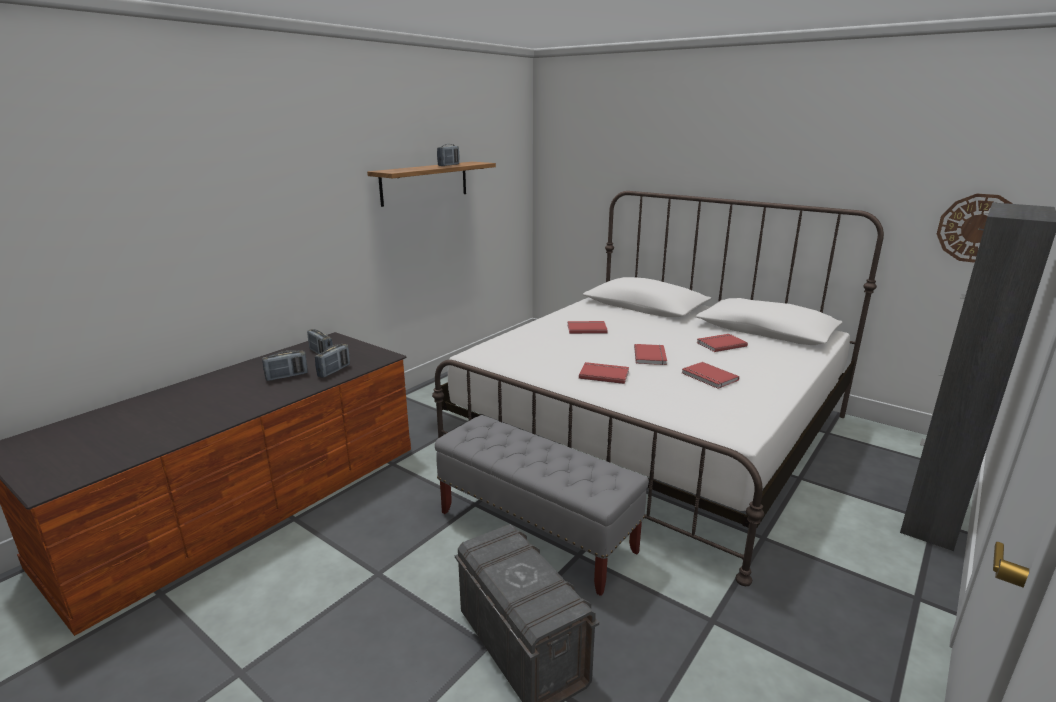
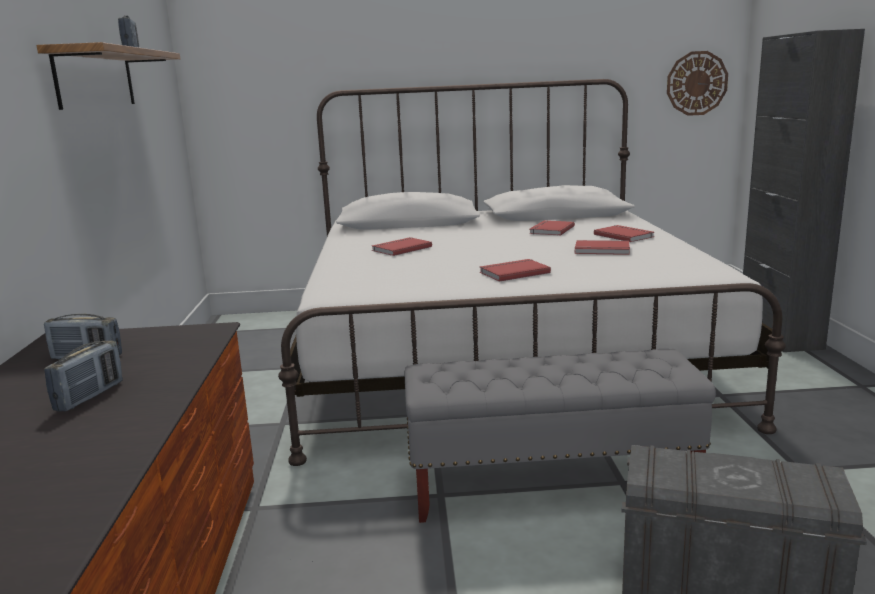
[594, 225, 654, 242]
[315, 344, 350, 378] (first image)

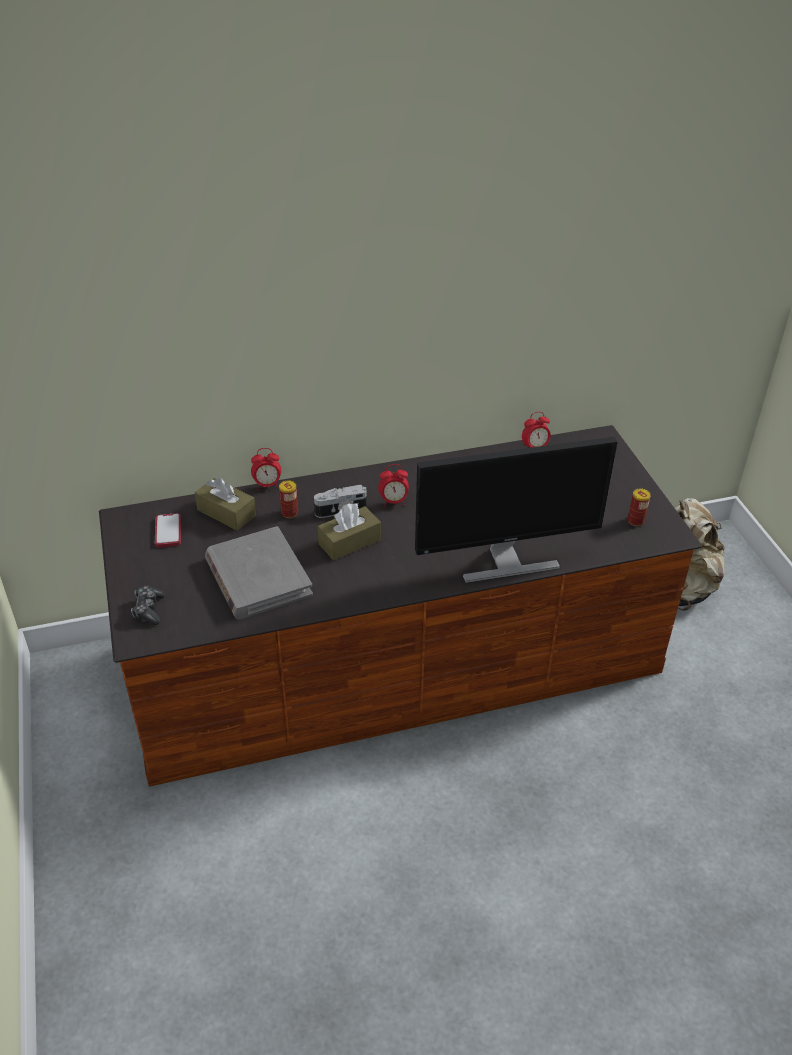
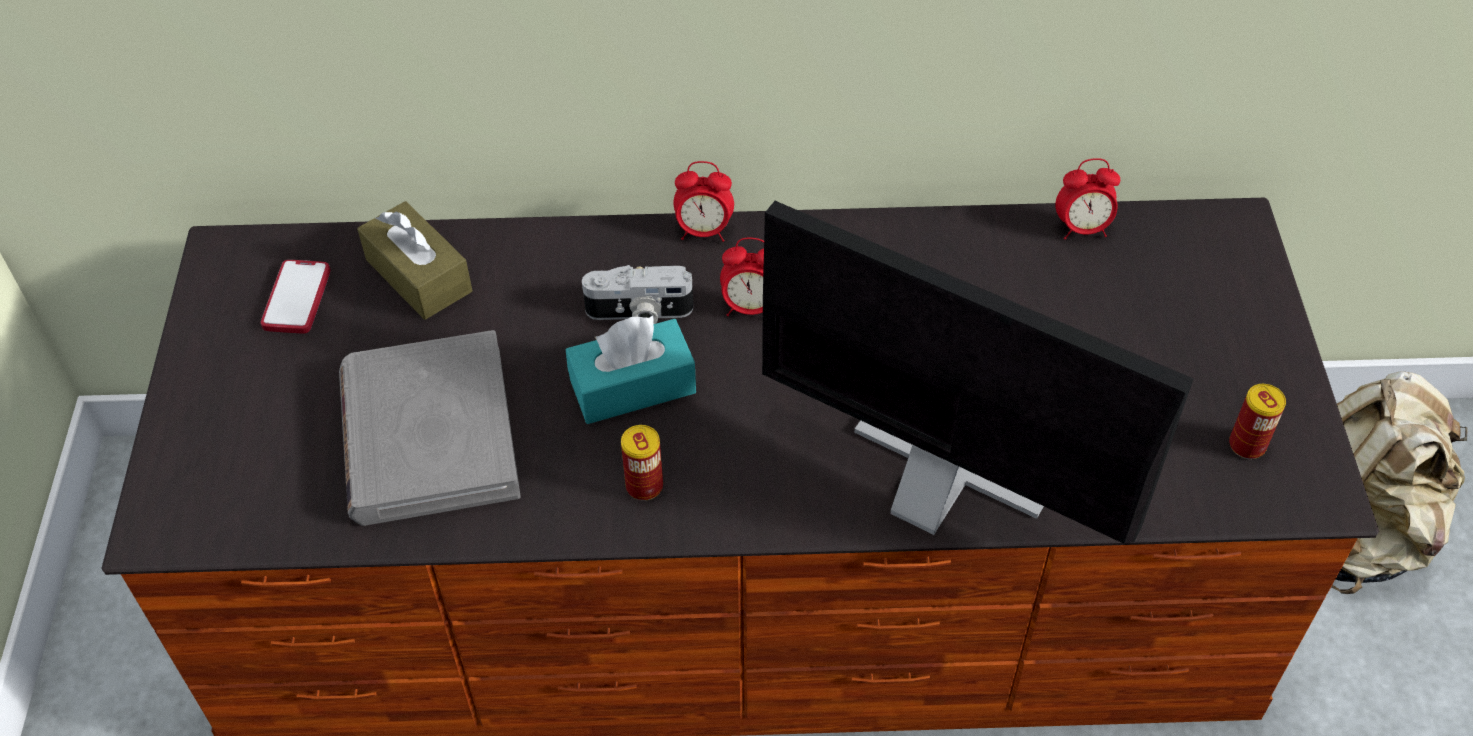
[566, 316, 696, 424]
[621, 425, 663, 501]
[673, 161, 734, 242]
[762, 201, 1194, 544]
[131, 586, 165, 625] (first image)

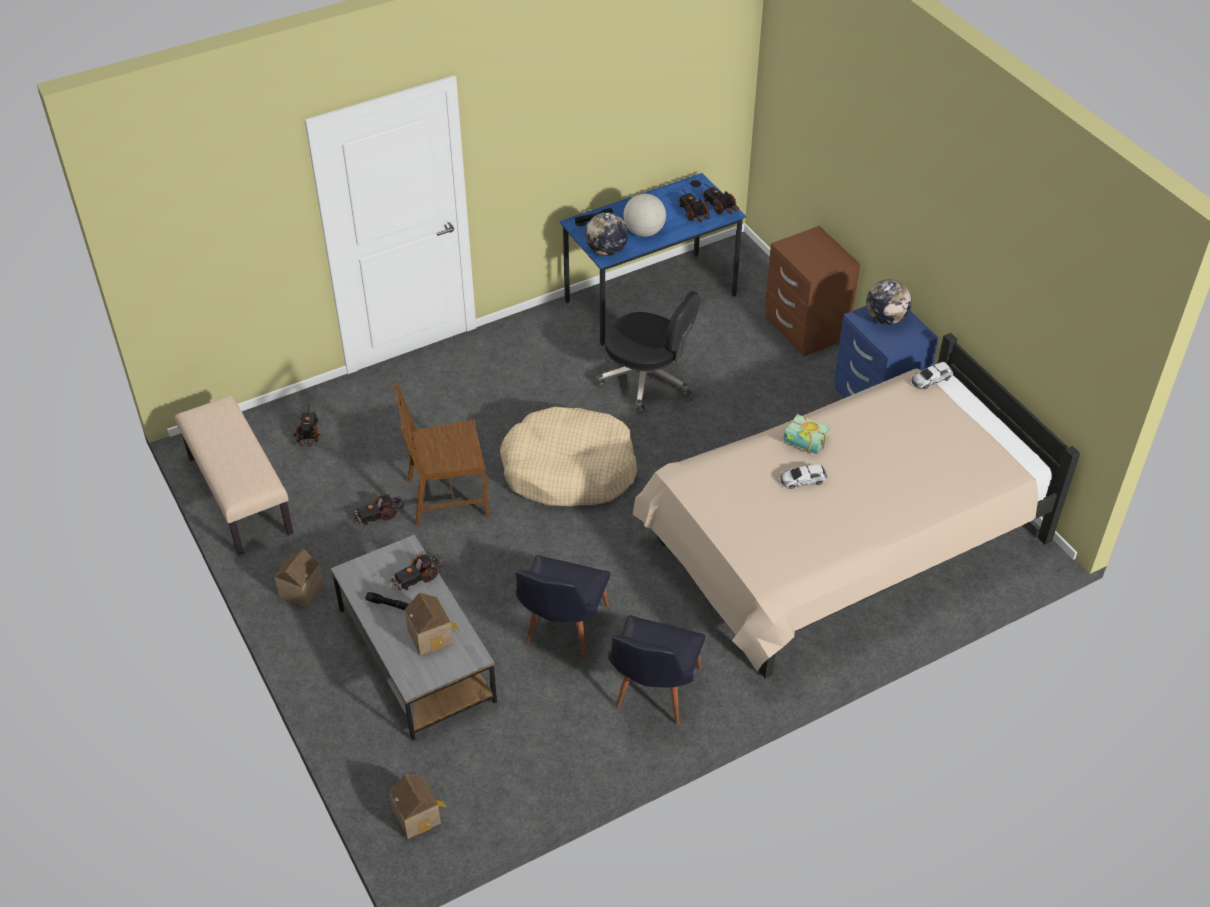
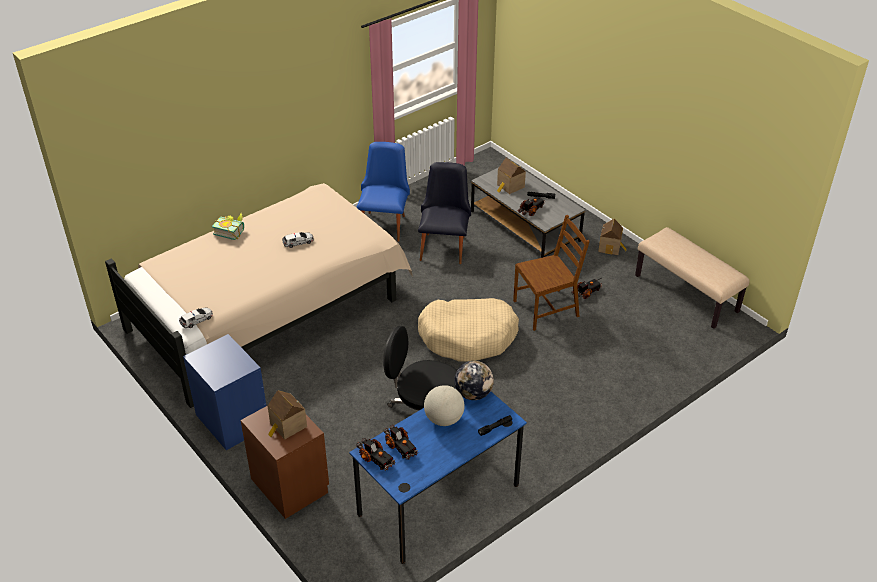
[212, 213, 244, 240]
[268, 390, 307, 439]
[356, 142, 410, 242]
[293, 407, 321, 447] (first image)
[866, 279, 912, 325] (first image)

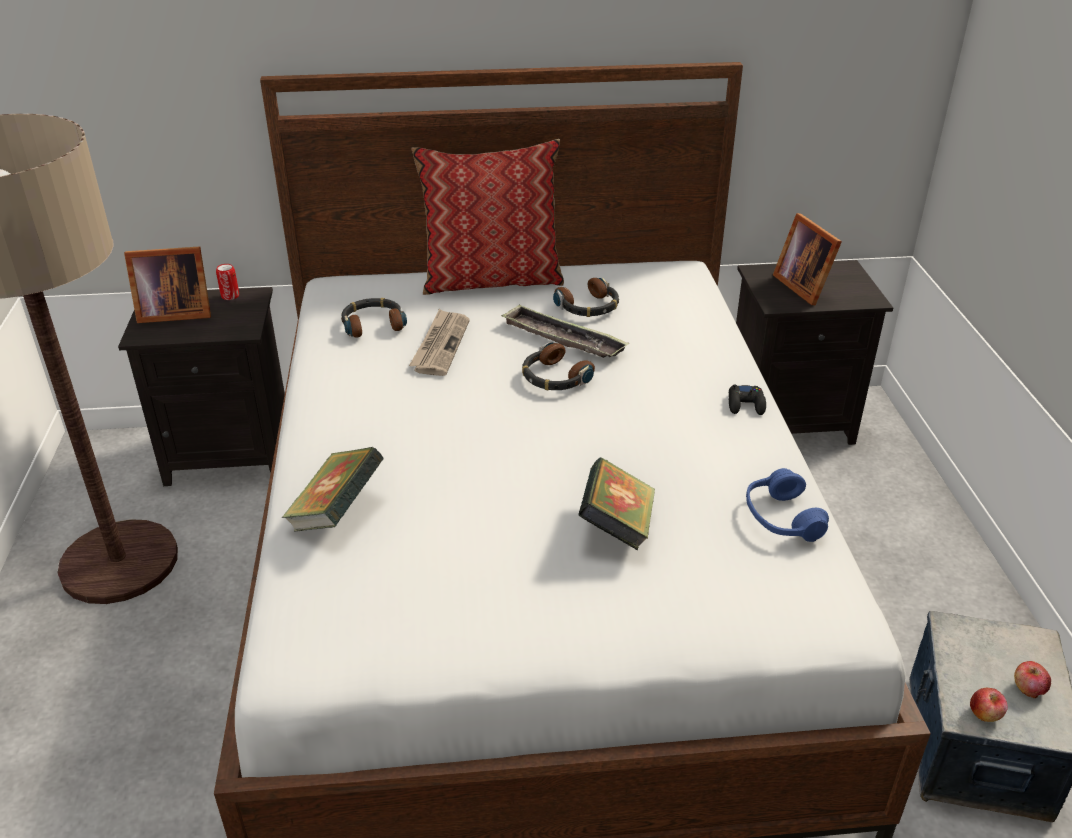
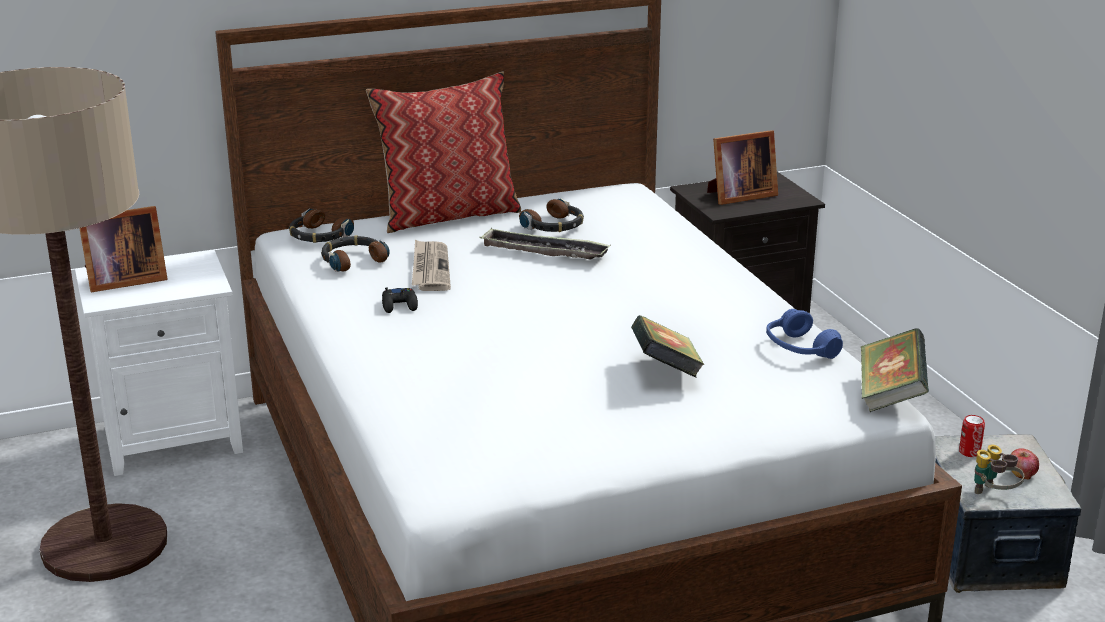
[75, 250, 243, 476]
[289, 209, 354, 243]
[382, 287, 418, 313]
[707, 130, 778, 205]
[861, 328, 929, 412]
[959, 415, 985, 457]
[974, 444, 1024, 494]

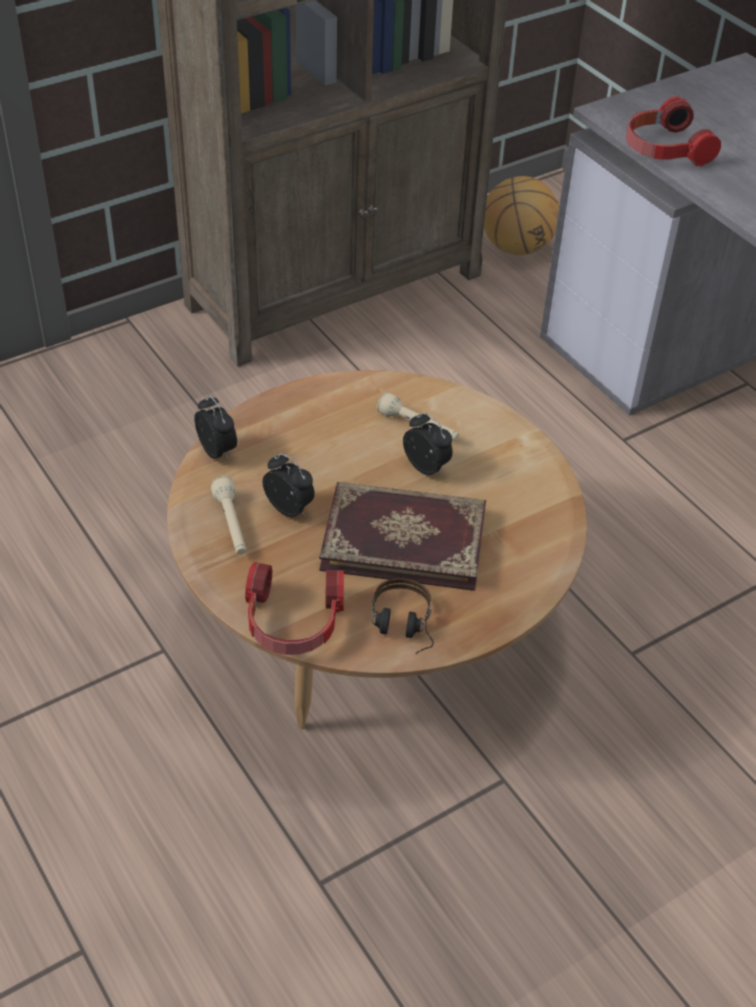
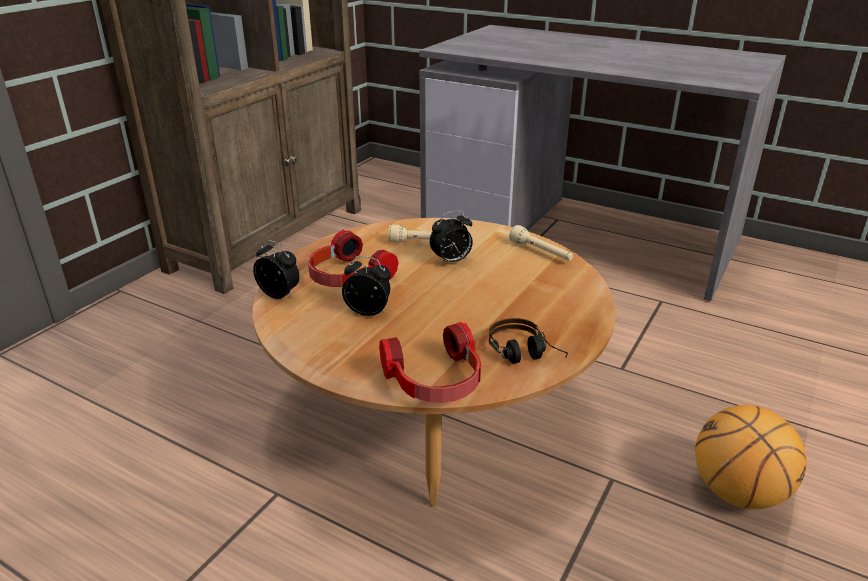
[308, 230, 398, 287]
[430, 210, 473, 265]
[509, 225, 573, 261]
[695, 405, 807, 509]
[319, 482, 486, 591] (first image)

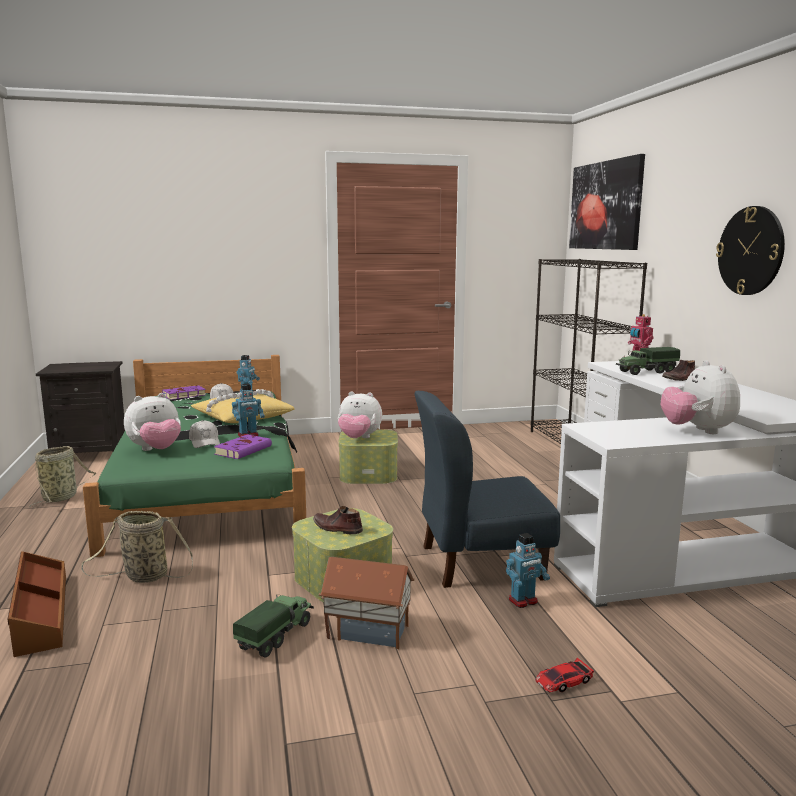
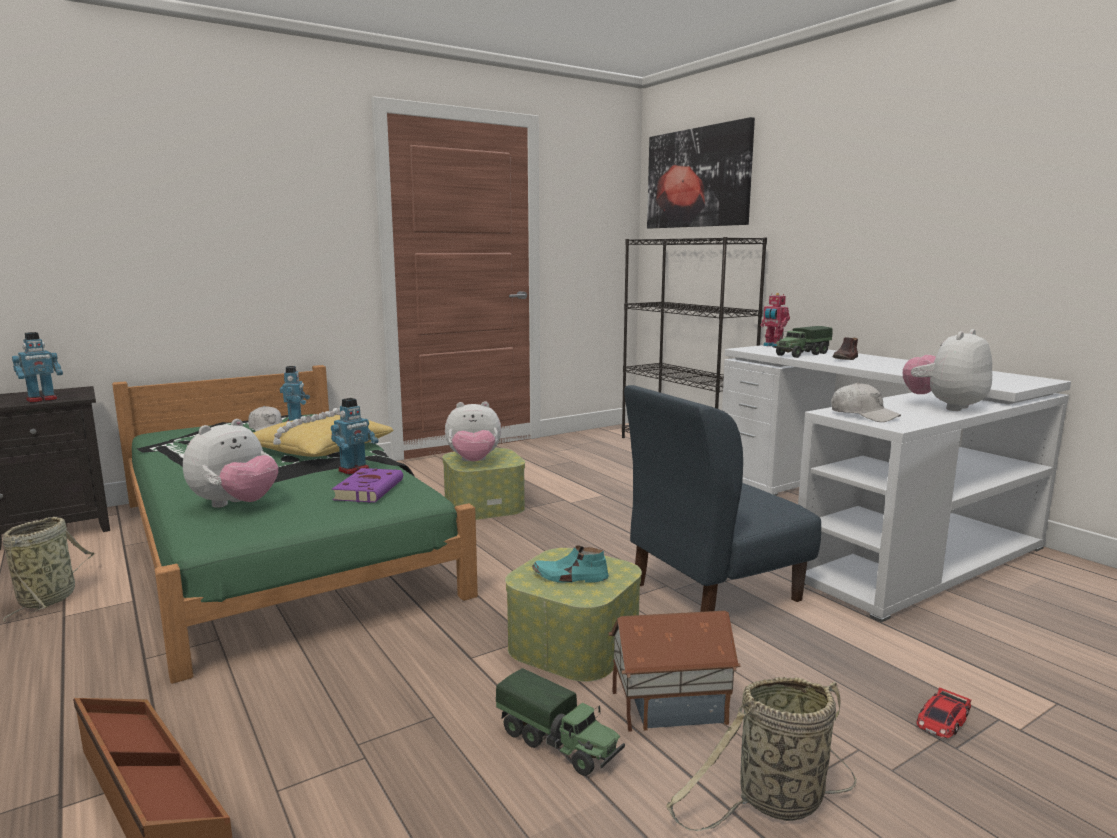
[12, 332, 63, 403]
[496, 668, 625, 776]
[532, 546, 609, 583]
[666, 677, 857, 831]
[831, 382, 901, 422]
[903, 329, 992, 411]
[162, 385, 206, 400] (first image)
[716, 206, 785, 295] (first image)

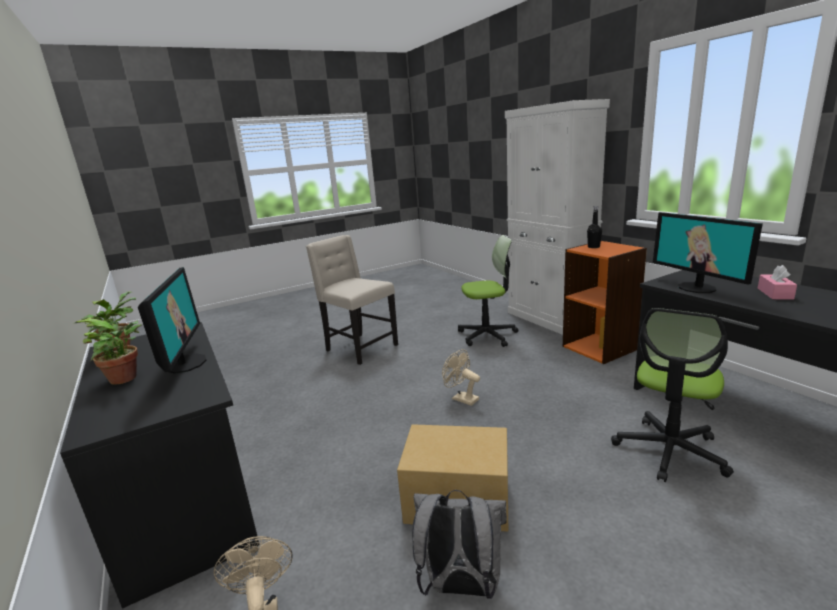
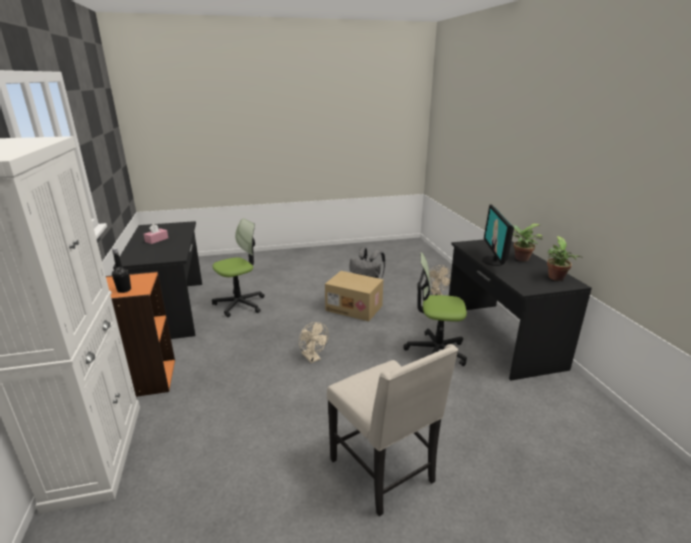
[403, 252, 467, 366]
[653, 212, 763, 293] (first image)

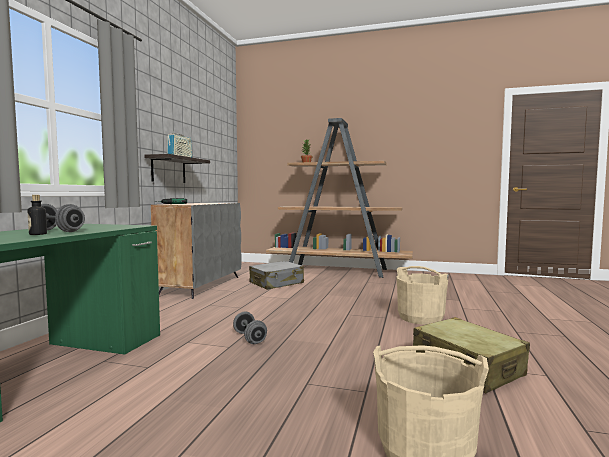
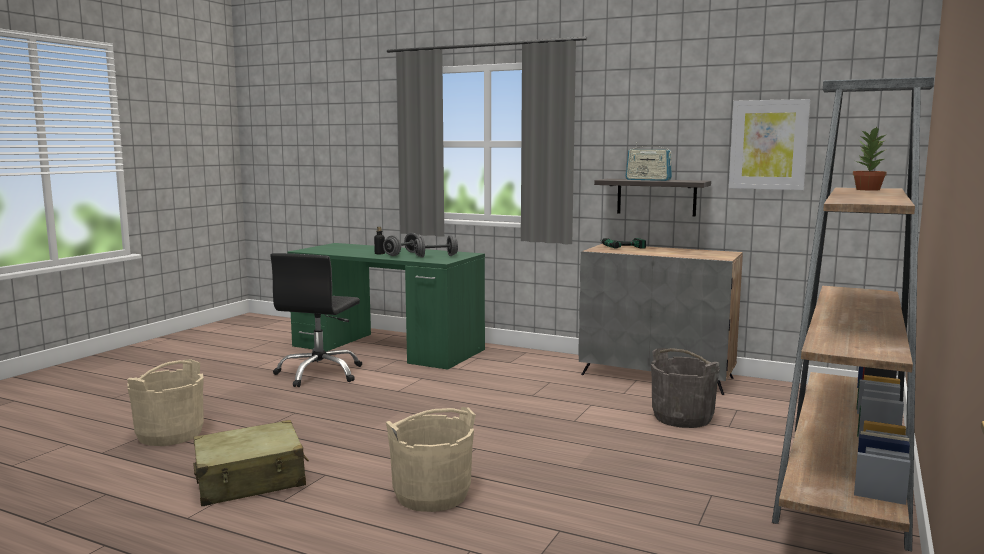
[270, 253, 362, 387]
[414, 235, 458, 258]
[651, 348, 720, 428]
[729, 99, 810, 190]

